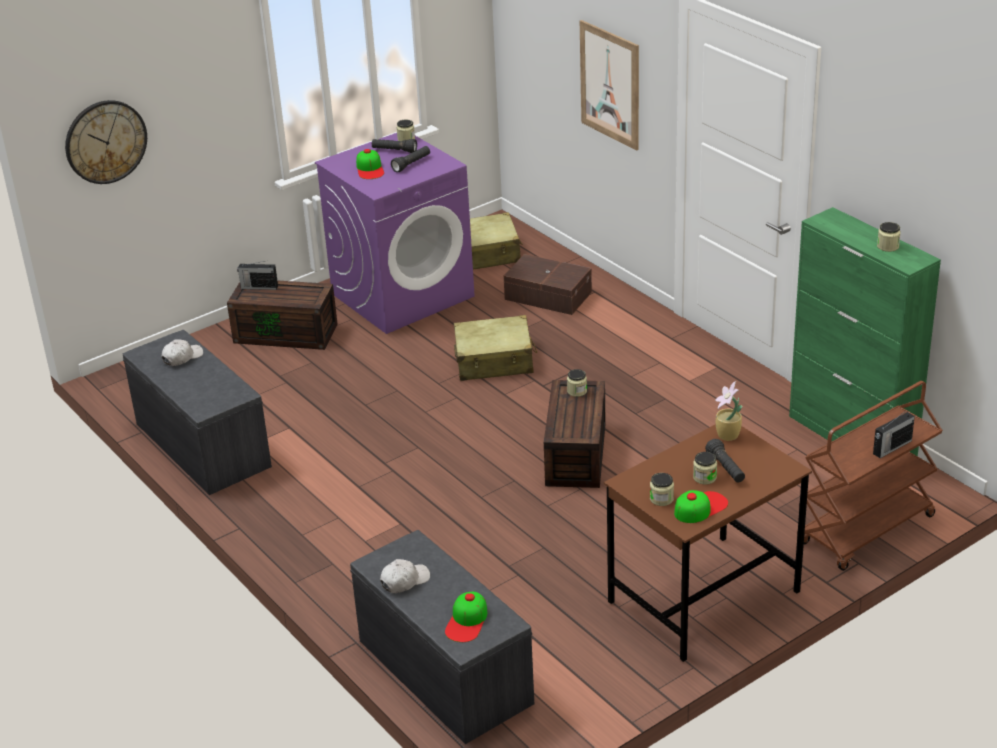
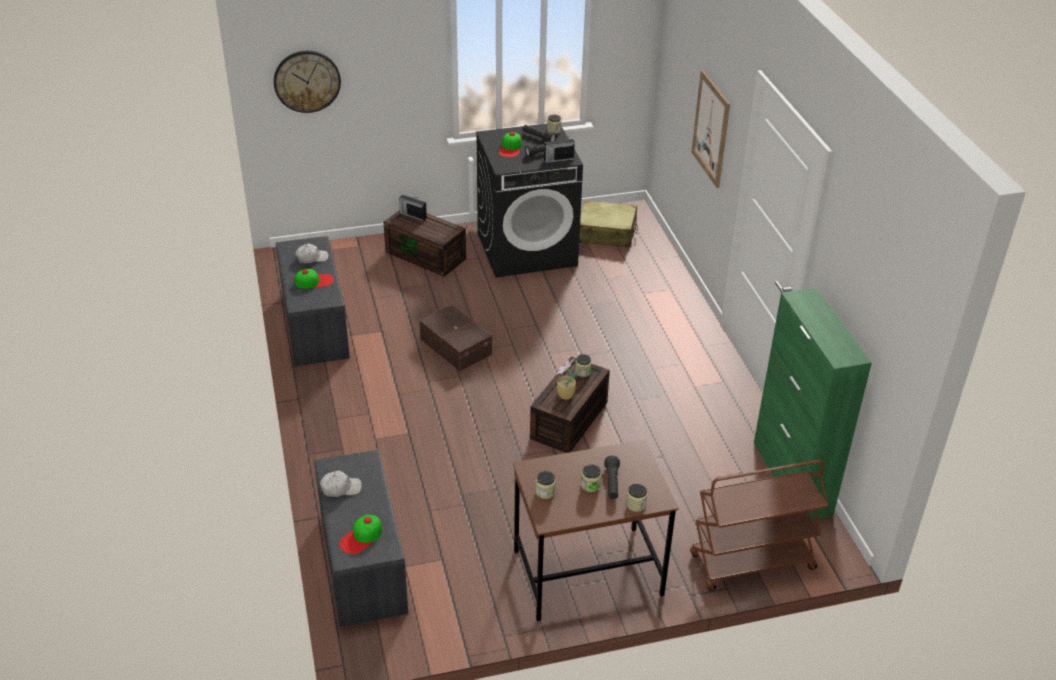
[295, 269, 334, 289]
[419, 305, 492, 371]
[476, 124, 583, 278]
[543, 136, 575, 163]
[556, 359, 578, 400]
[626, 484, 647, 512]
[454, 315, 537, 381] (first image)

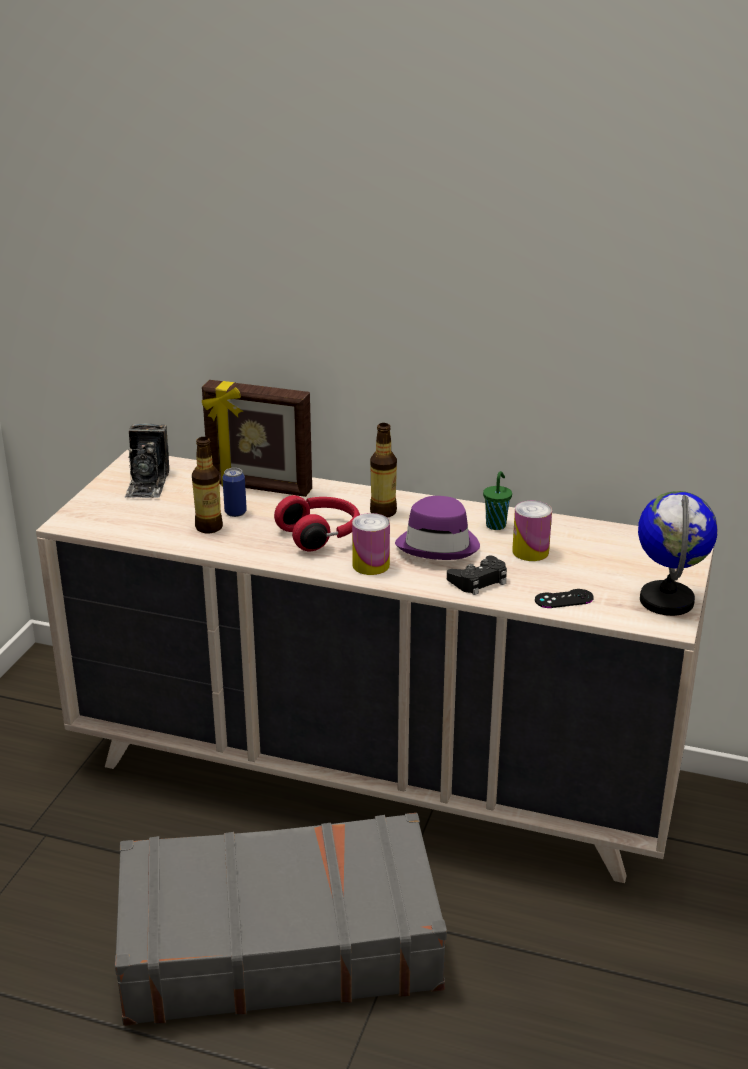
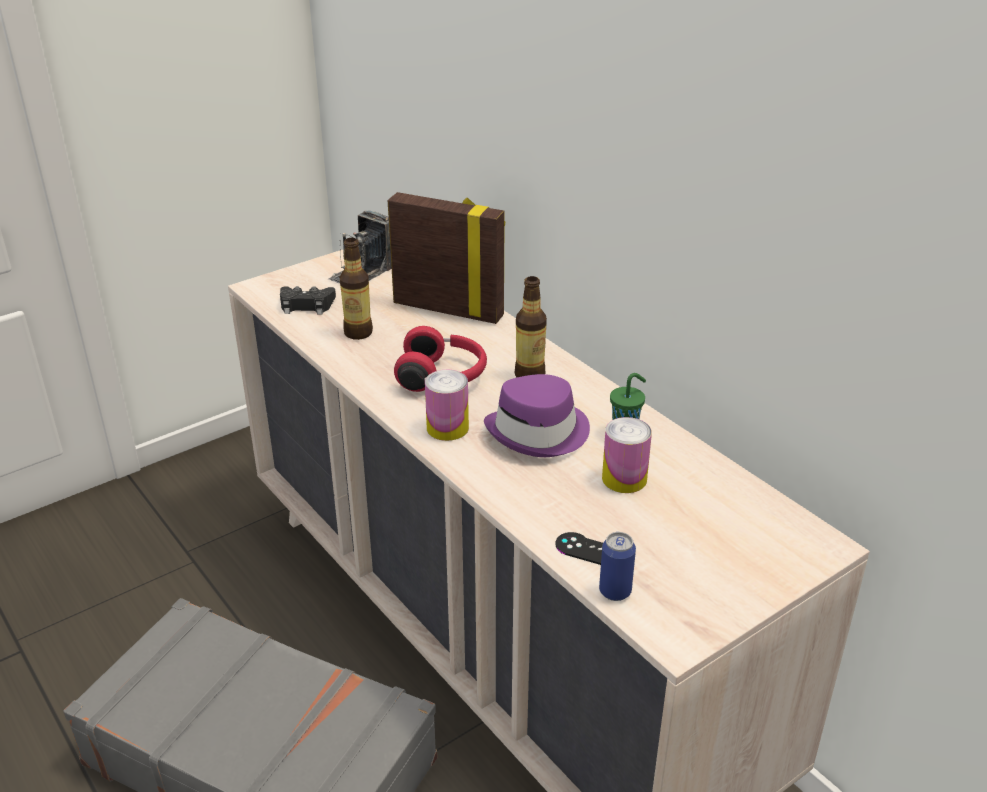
[280, 286, 336, 314]
[388, 192, 505, 324]
[599, 532, 636, 601]
[638, 491, 718, 616] (first image)

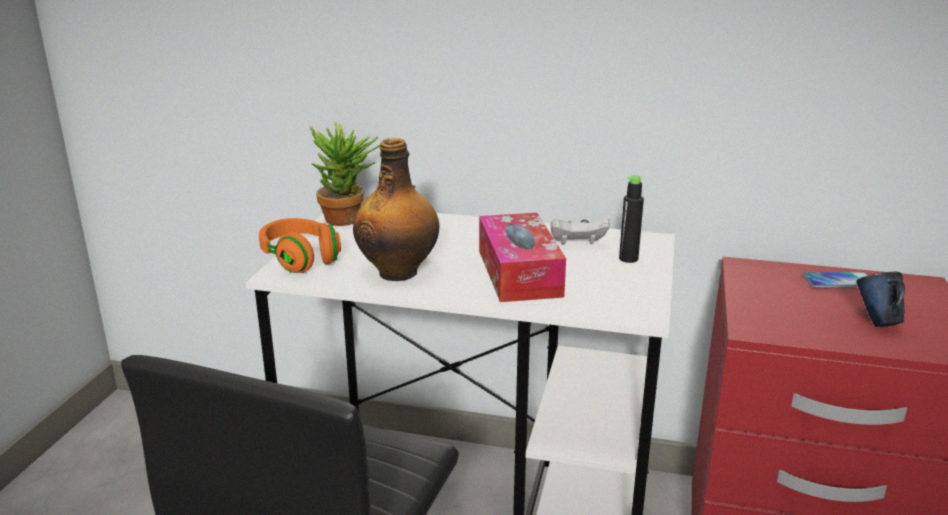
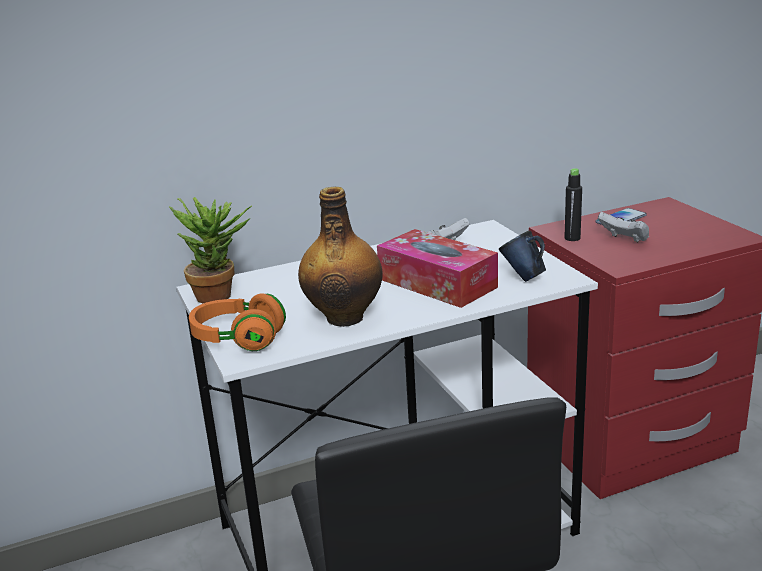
[499, 231, 546, 282]
[564, 168, 582, 241]
[598, 212, 649, 243]

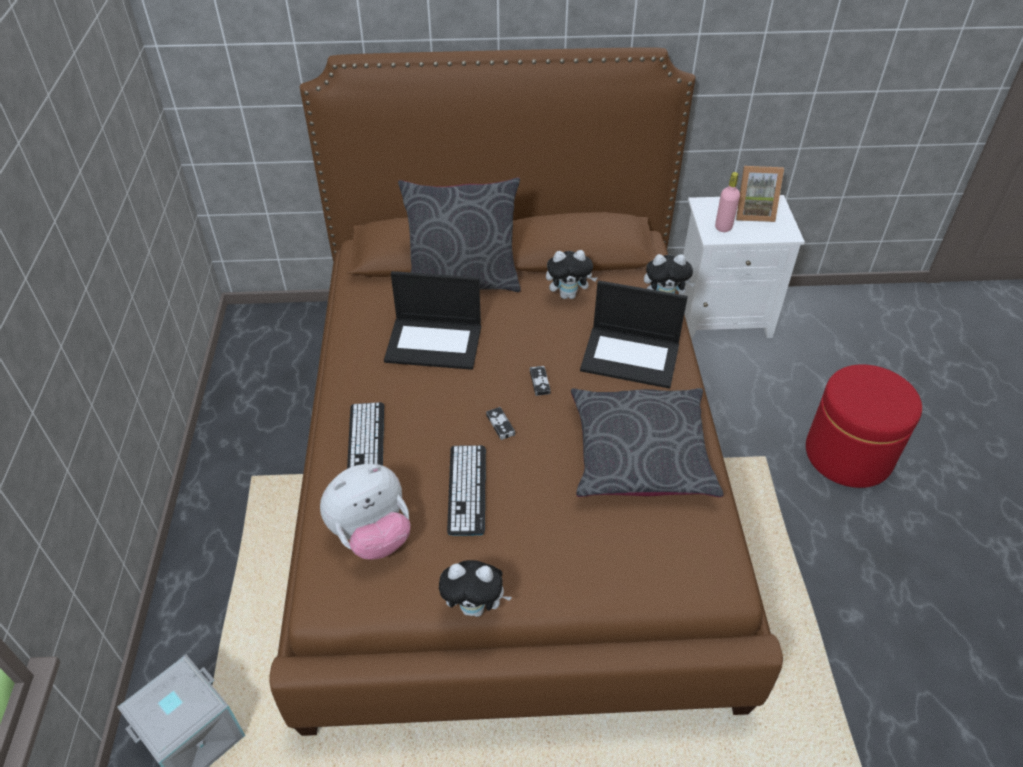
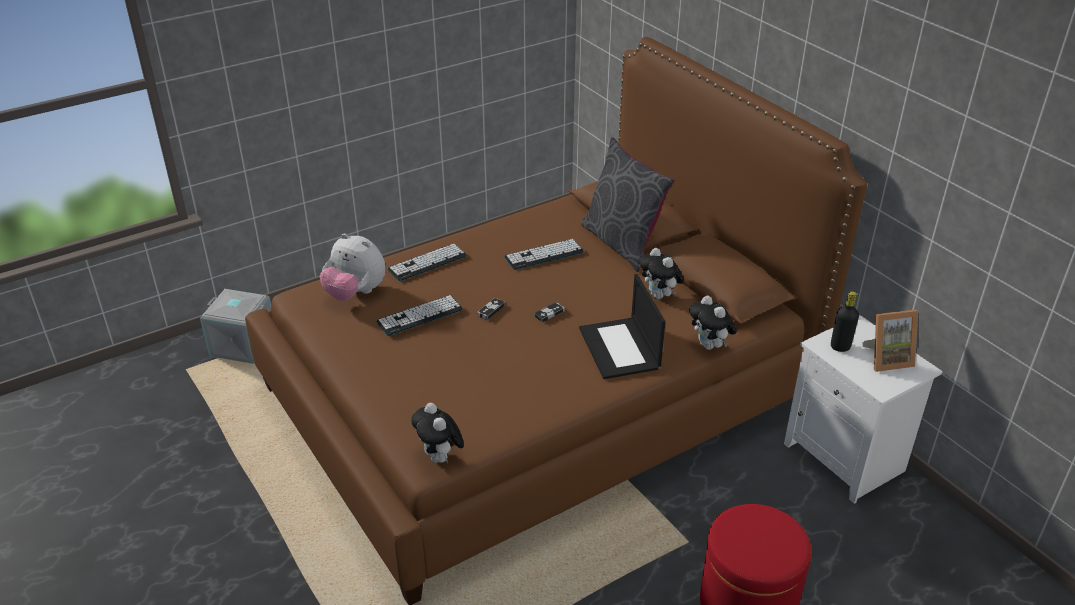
[411, 403, 464, 463]
[505, 239, 584, 270]
[831, 291, 859, 352]
[862, 309, 918, 372]
[571, 388, 723, 497] (first image)

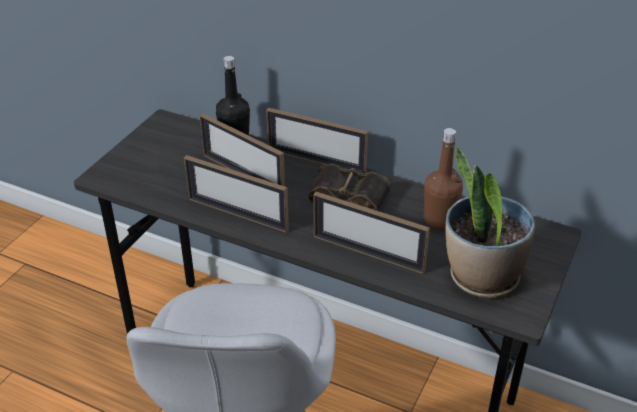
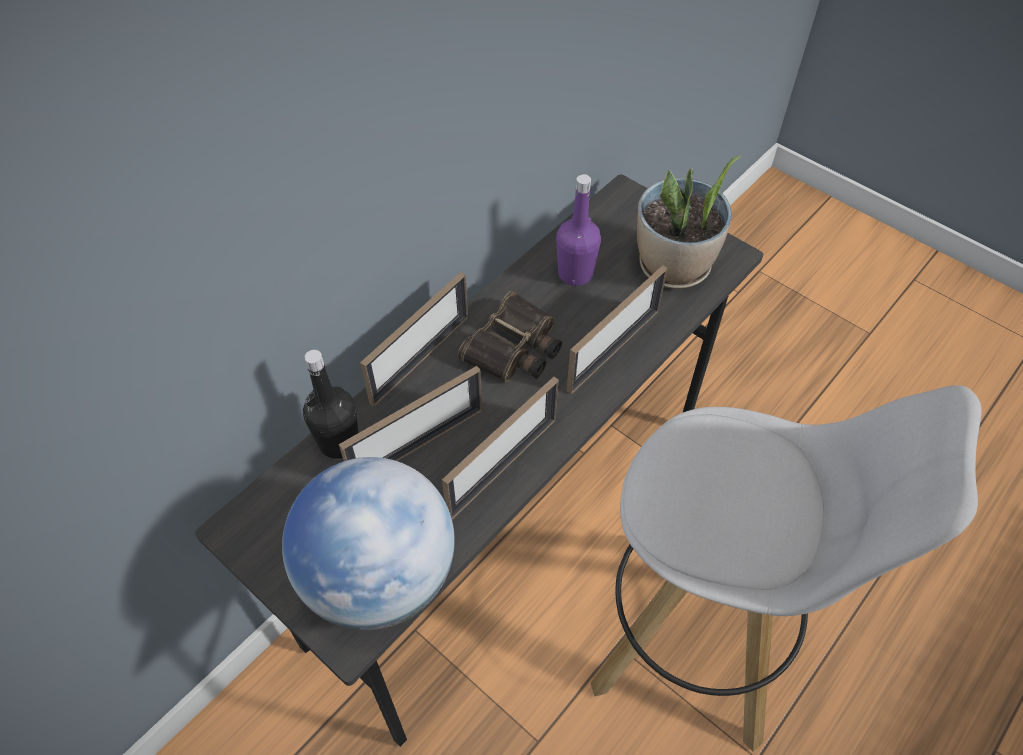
[282, 457, 455, 630]
[556, 174, 601, 286]

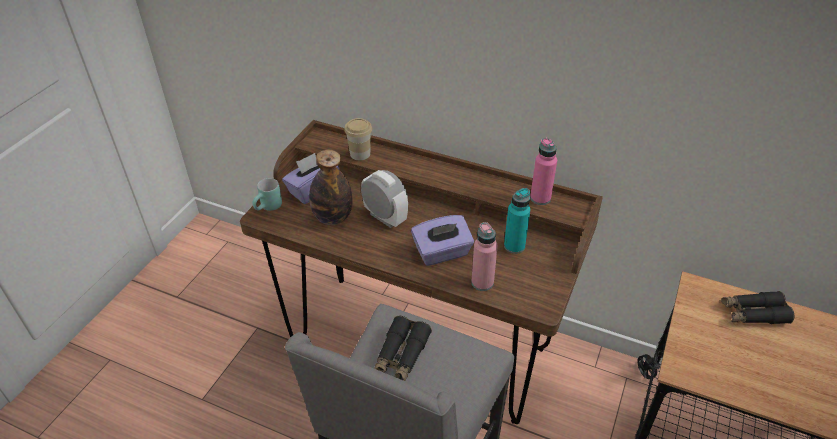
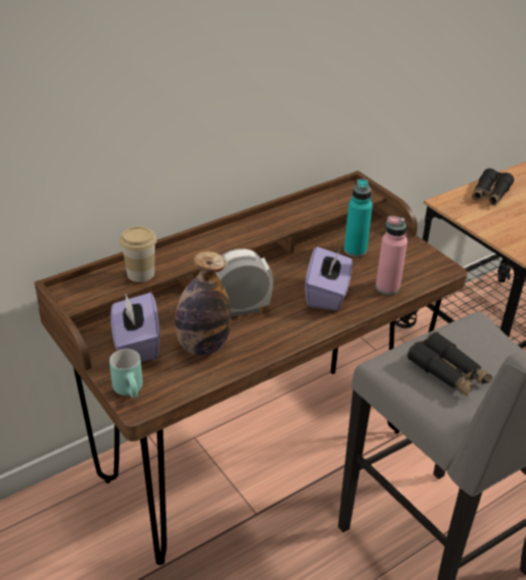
[530, 138, 557, 205] (first image)

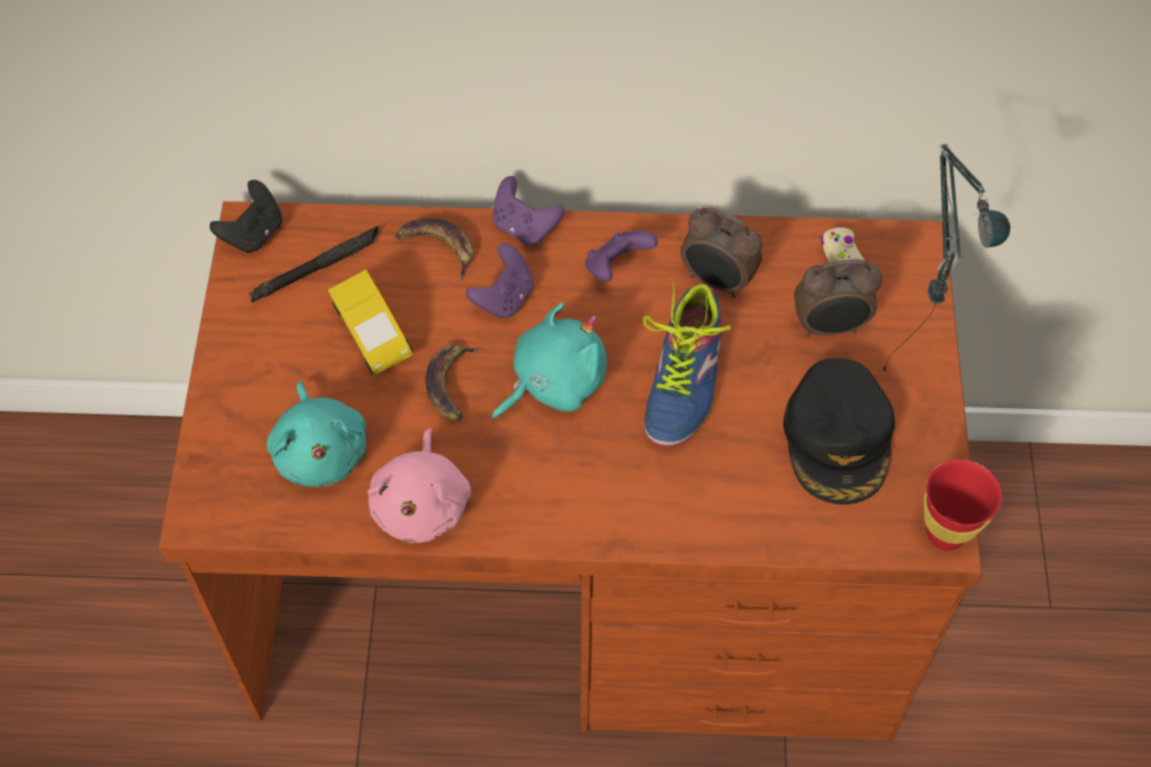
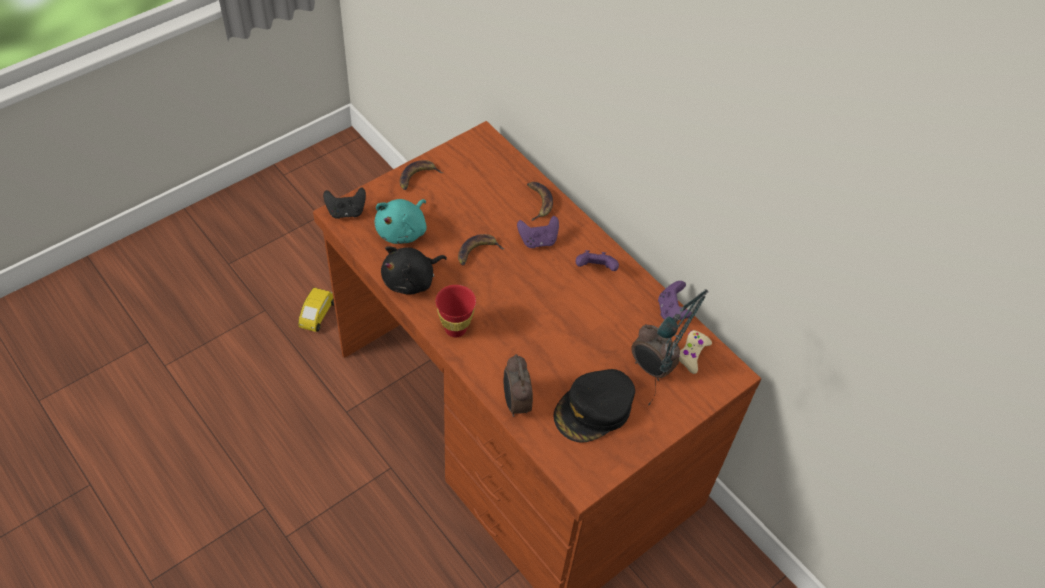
[298, 287, 334, 332]
[323, 187, 366, 219]
[381, 246, 447, 295]
[400, 160, 444, 190]
[436, 285, 476, 337]
[503, 354, 533, 417]
[658, 281, 692, 320]
[249, 226, 378, 302] (first image)
[492, 303, 607, 420] (first image)
[643, 282, 731, 447] (first image)

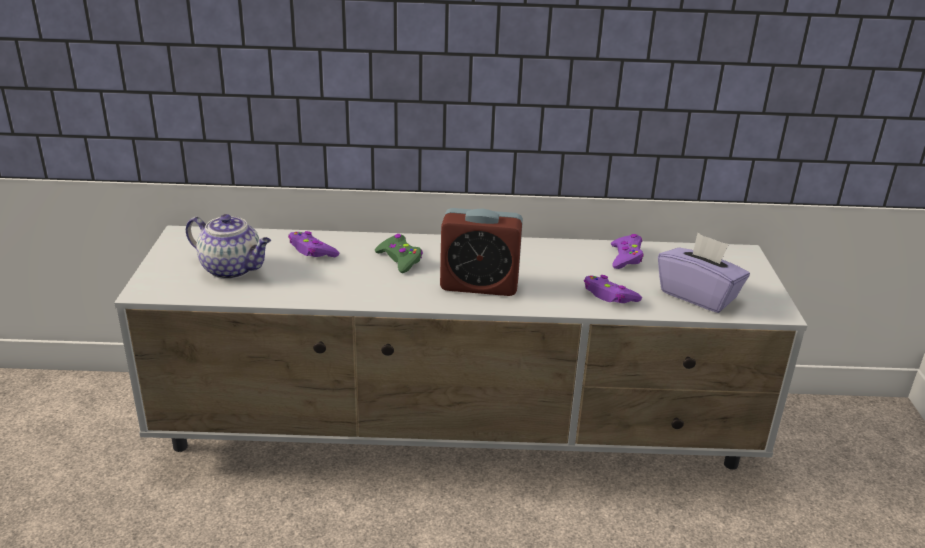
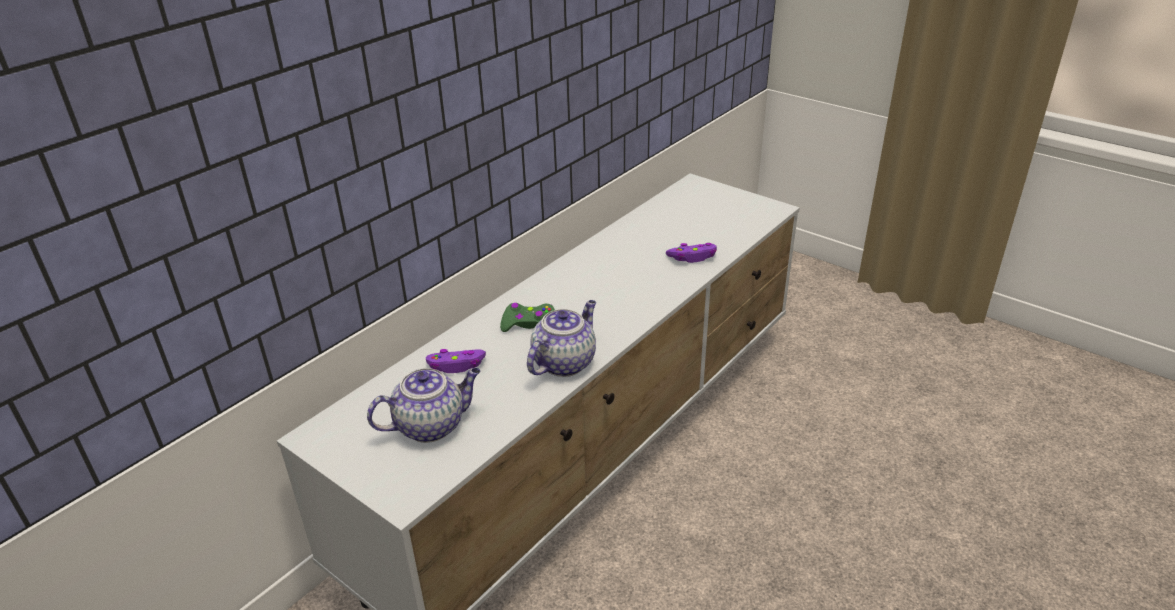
[527, 300, 596, 377]
[440, 208, 523, 296] (first image)
[611, 234, 644, 269] (first image)
[658, 233, 750, 313] (first image)

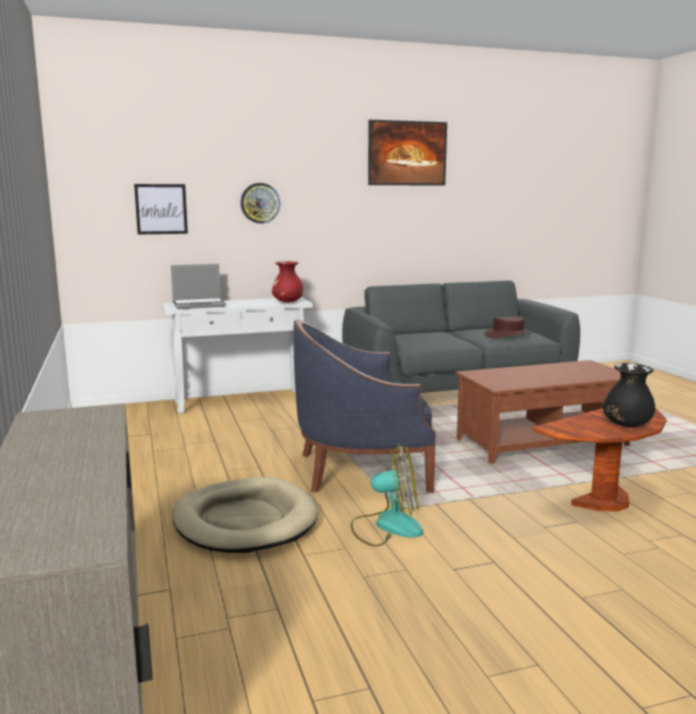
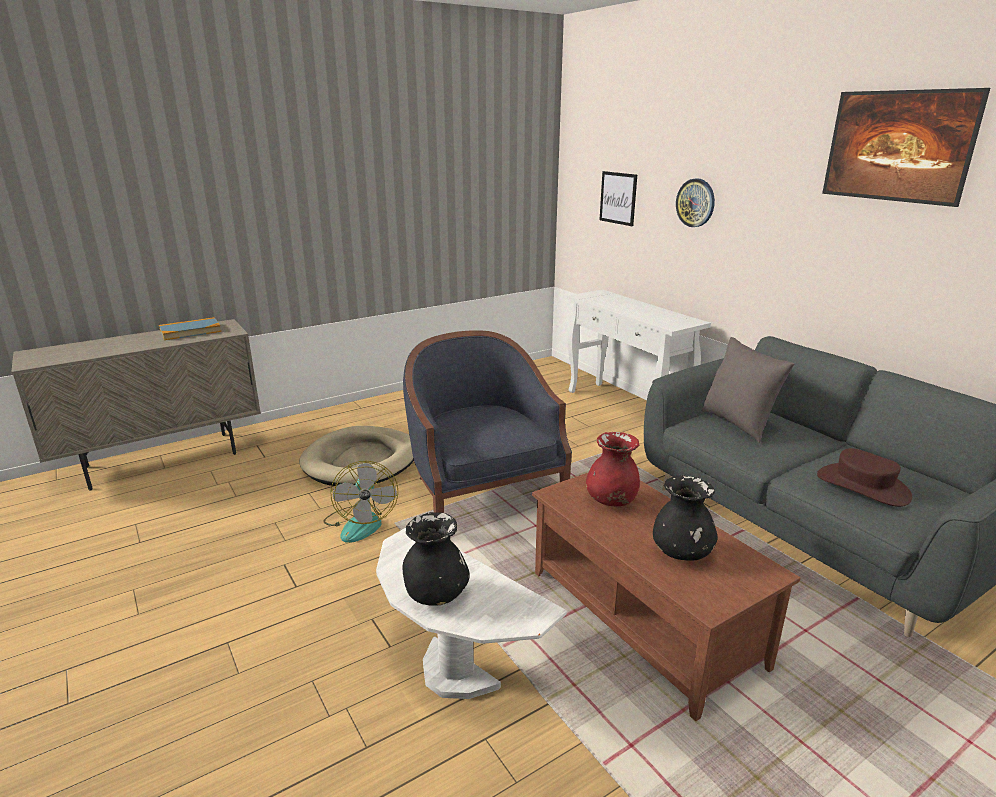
[159, 317, 221, 340]
[376, 528, 567, 699]
[586, 432, 640, 506]
[653, 475, 717, 561]
[702, 337, 795, 443]
[171, 264, 226, 309] (first image)

